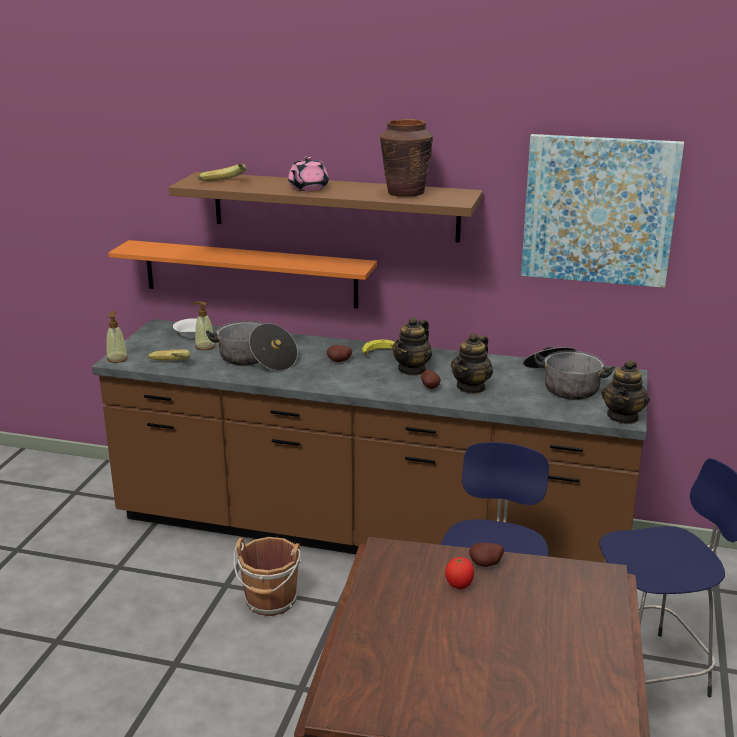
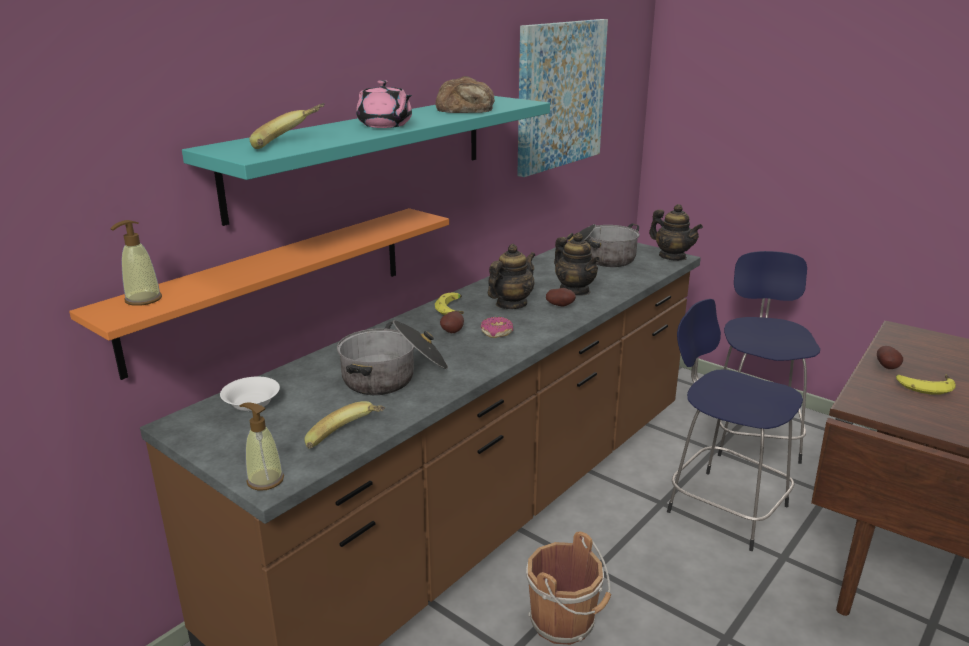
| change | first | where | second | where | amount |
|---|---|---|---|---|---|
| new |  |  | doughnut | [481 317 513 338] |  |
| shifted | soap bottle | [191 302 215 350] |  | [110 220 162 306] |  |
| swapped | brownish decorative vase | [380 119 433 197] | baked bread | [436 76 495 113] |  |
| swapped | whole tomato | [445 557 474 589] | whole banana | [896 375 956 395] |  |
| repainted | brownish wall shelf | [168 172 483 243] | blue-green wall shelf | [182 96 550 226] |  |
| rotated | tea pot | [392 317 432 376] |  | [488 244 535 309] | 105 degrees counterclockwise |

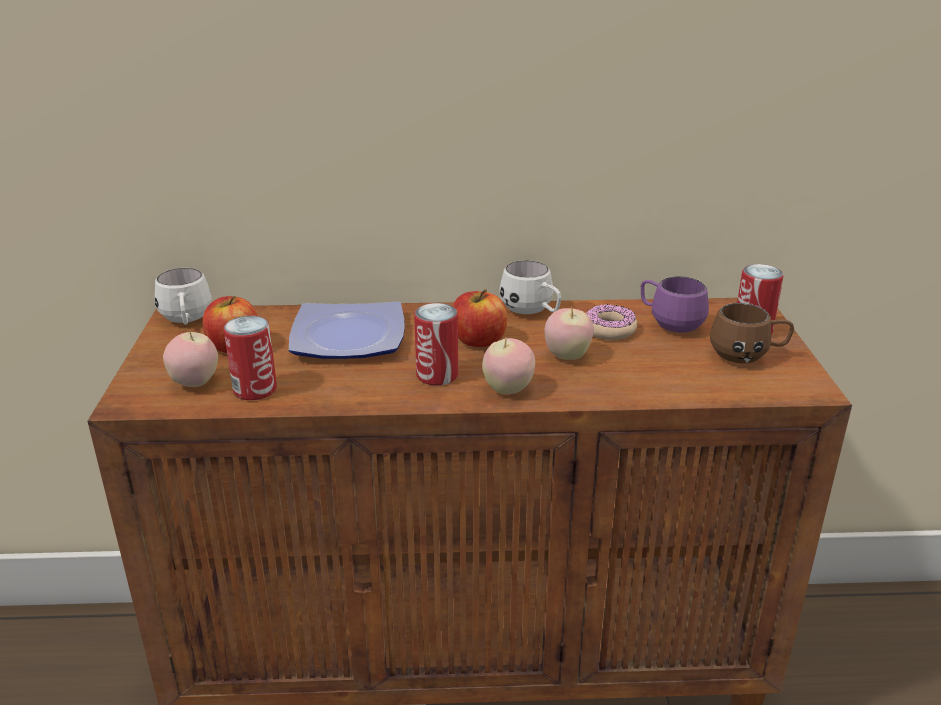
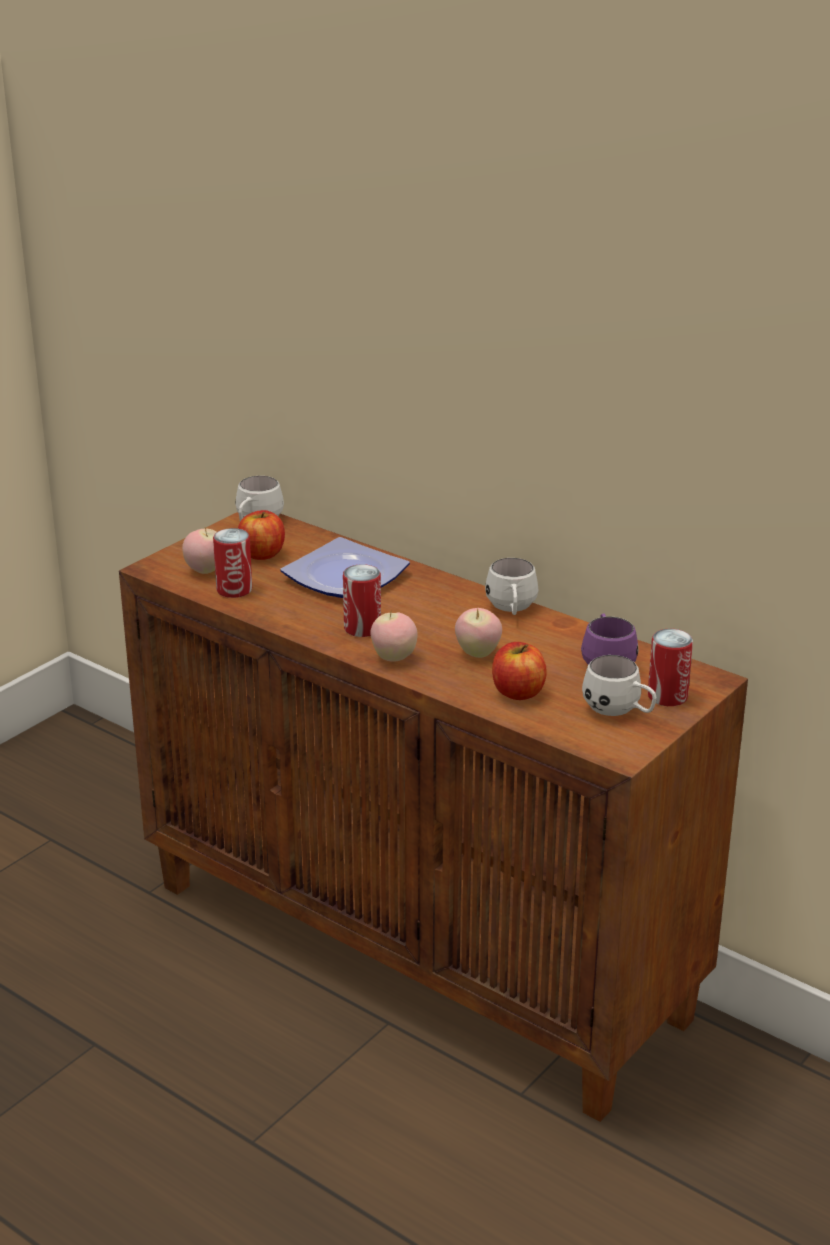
| change | first | where | second | where | amount |
|---|---|---|---|---|---|
| gone | doughnut | [586 304 637 340] |  |  |  |
| shifted | apple | [453 289 507 347] |  | [492 642 547 700] |  |
| repainted | brownish tea mug | [710 303 794 363] | white-coloured tea mug | [582 655 657 716] |  |

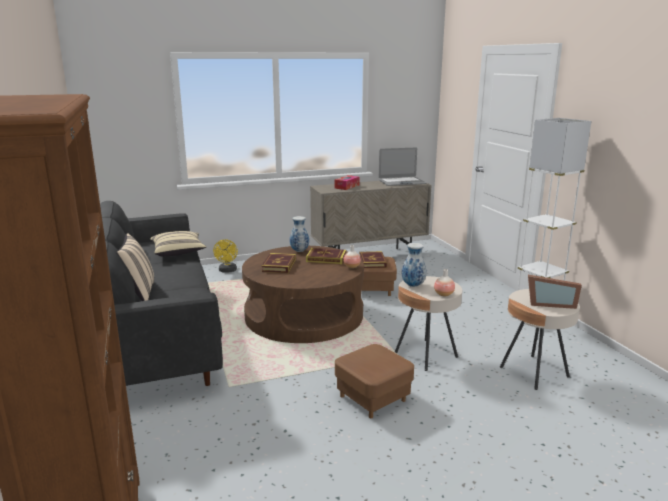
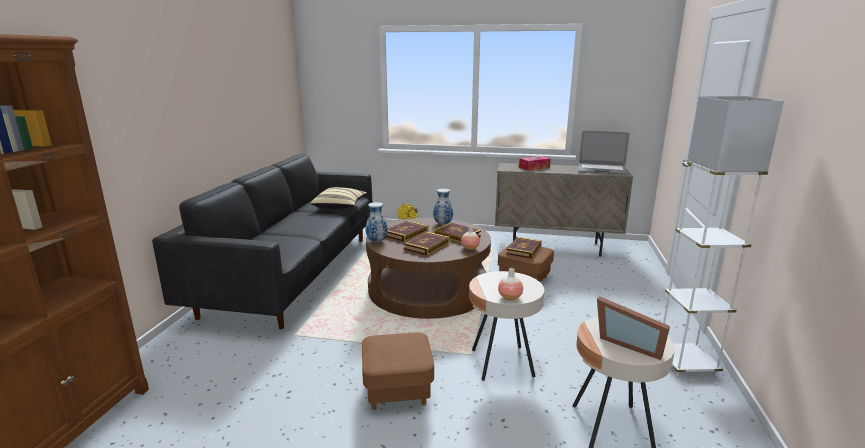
| change | first | where | second | where | amount |
|---|---|---|---|---|---|
| gone | beige-coloured throw pillow | [116 233 154 301] |  |  |  |
| new |  |  | bound book | [403 232 450 256] |  |
| shifted | decorative vase | [402 243 426 287] |  | [365 202 388 242] |  |

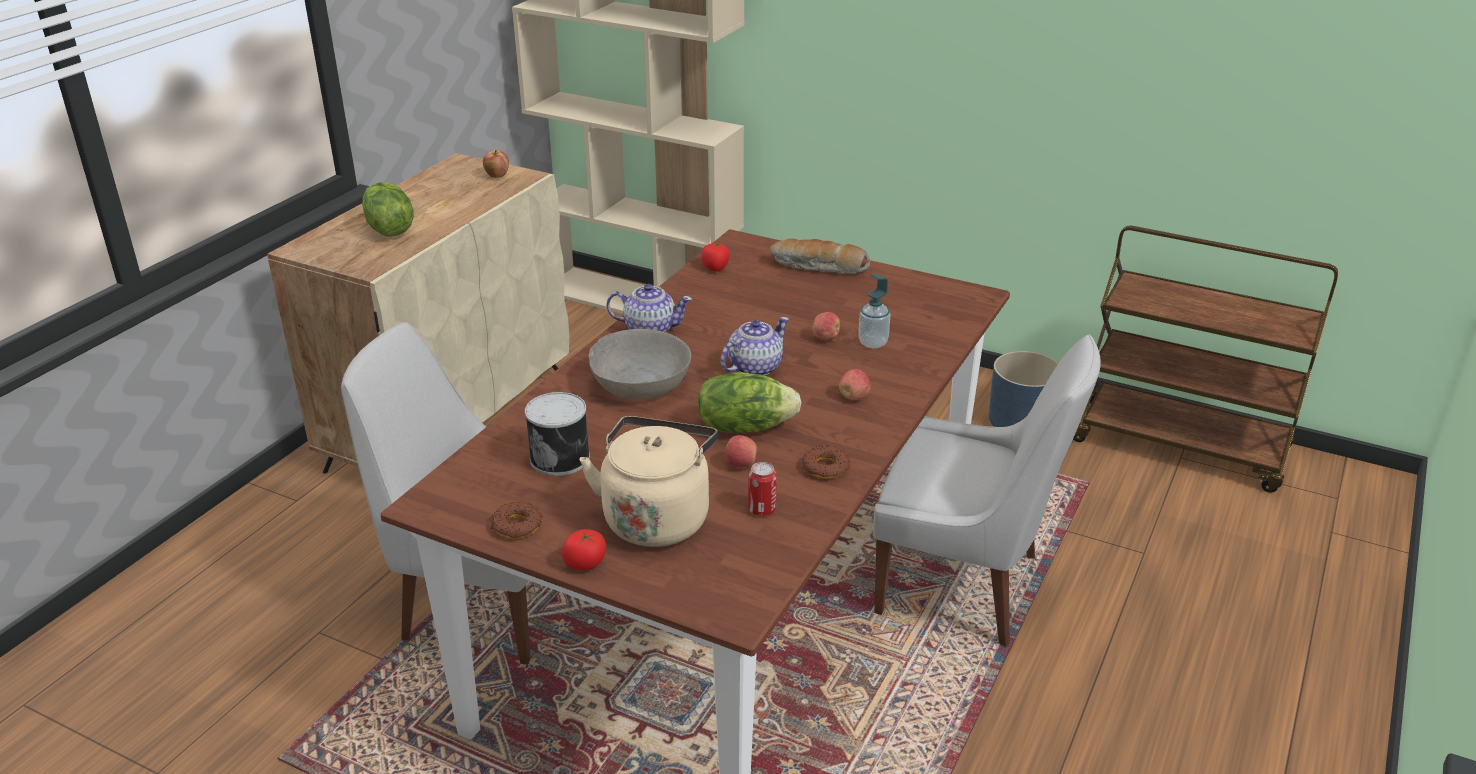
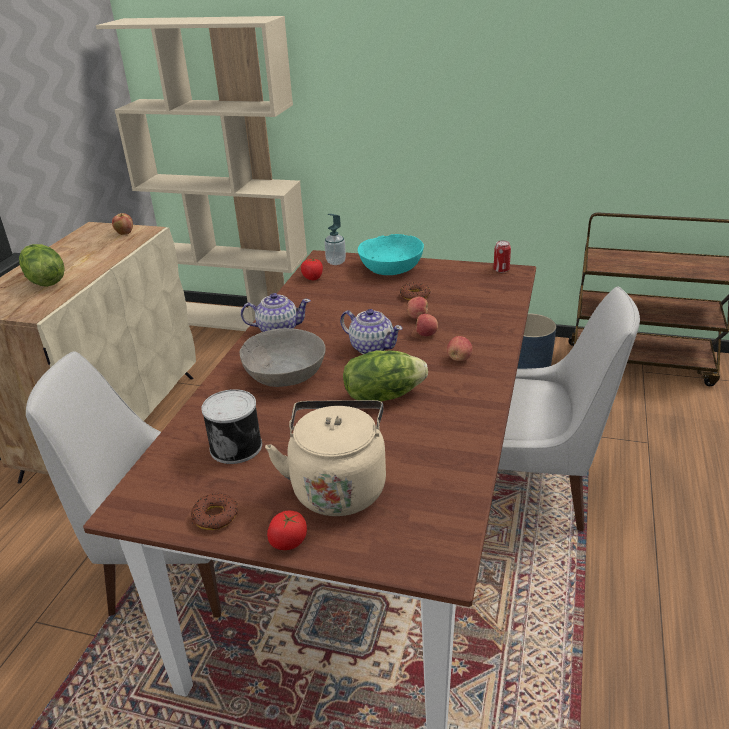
| change | first | where | second | where | amount |
|---|---|---|---|---|---|
| shifted | apple | [725 435 757 468] |  | [415 314 438 336] |  |
| shifted | metal can | [748 462 777 516] |  | [493 240 511 273] |  |
| shifted | doughnut | [802 445 850 479] |  | [400 282 431 300] |  |
| shifted | soap bottle | [858 274 890 348] |  | [324 214 346 265] |  |
| swapped | baked bread | [770 238 870 274] | blue-green bowl | [358 234 424 275] |  |
| rotated | tea pot | [720 317 789 376] |  | [340 309 403 354] | 90 degrees clockwise |

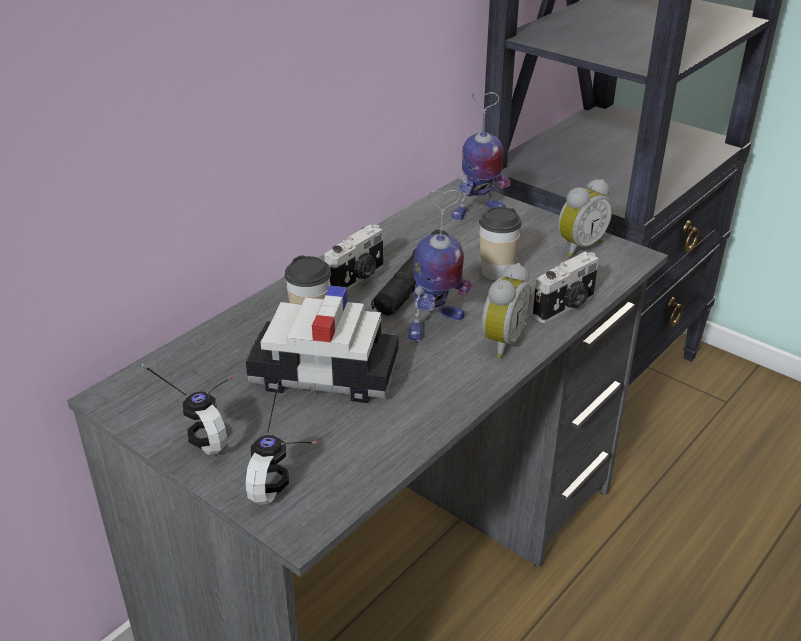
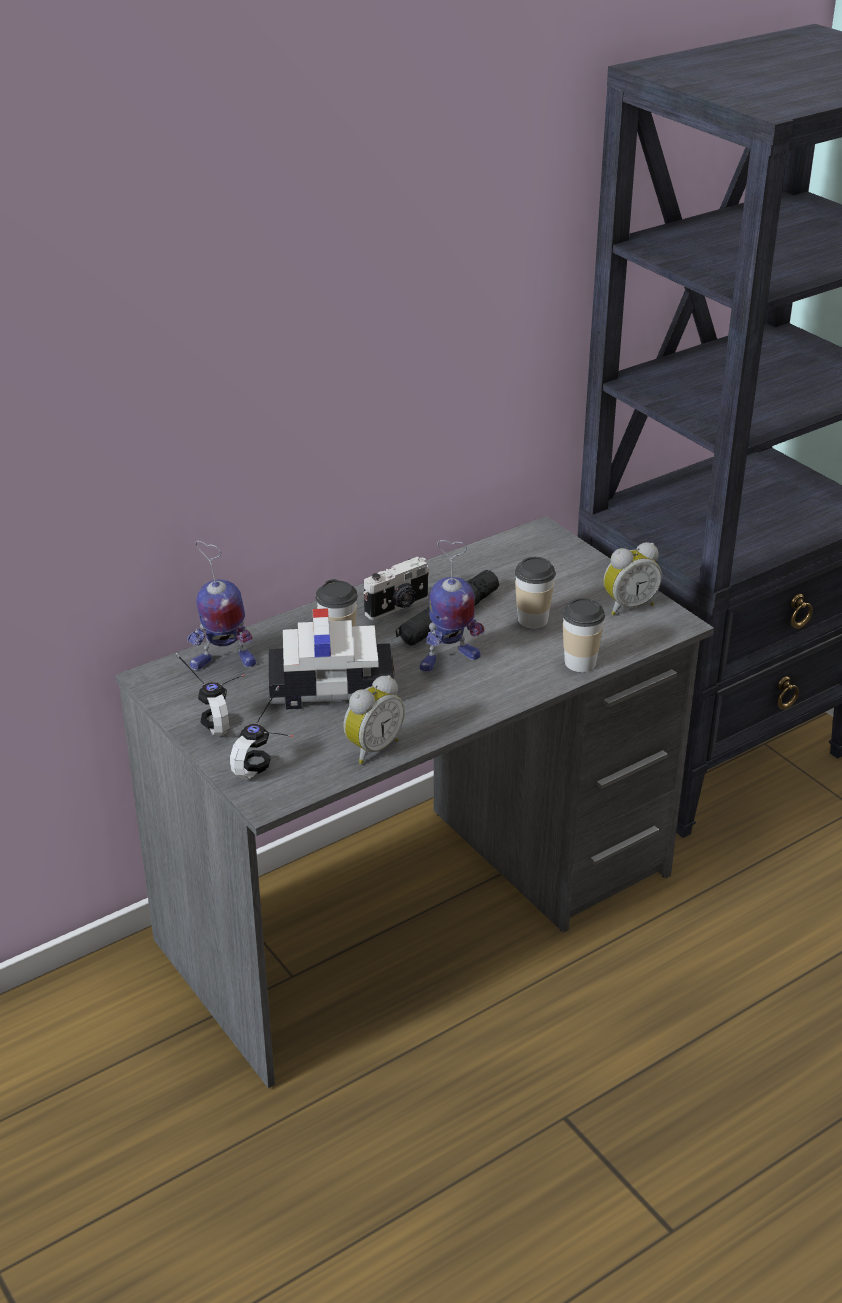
| change | first | where | second | where | amount |
|---|---|---|---|---|---|
| shifted | robot figure | [452 91 510 221] |  | [187 540 256 670] |  |
| shifted | table clock | [482 263 532 358] |  | [343 675 405 764] |  |
| swapped | photo camera | [532 251 599 323] | cup | [562 598 605 672] |  |
| rotated | miniature car | [246 286 398 403] |  | [269 608 394 709] | 150 degrees clockwise |

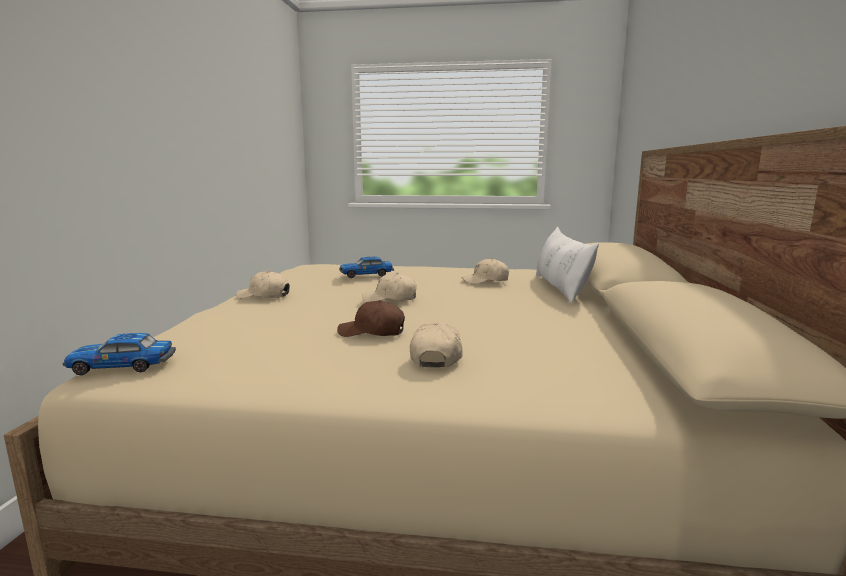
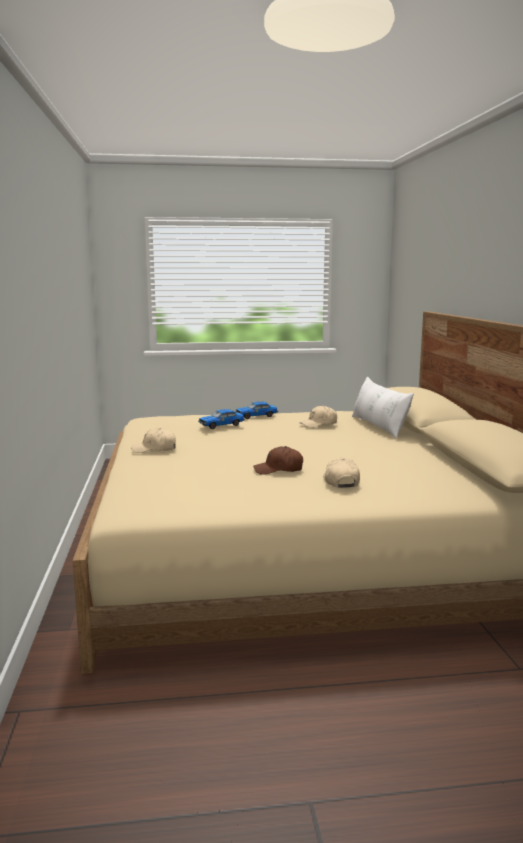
| change | first | where | second | where | amount |
|---|---|---|---|---|---|
| gone | beige-coloured cap | [362 273 417 302] |  |  |  |
| shifted | miniature car | [62 333 176 375] |  | [235 402 278 419] |  |

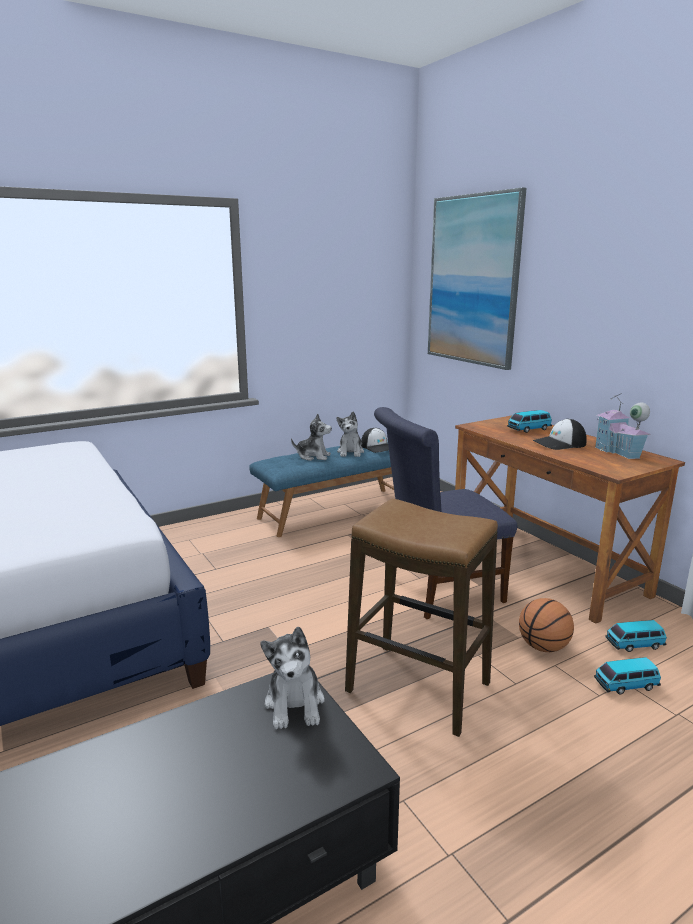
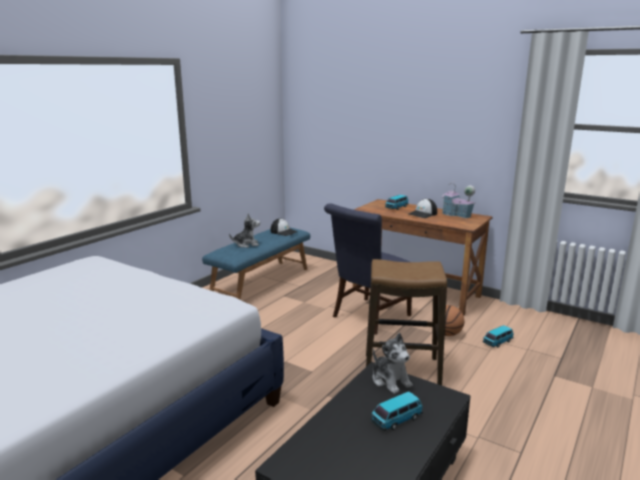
| change | first | where | second | where | amount |
|---|---|---|---|---|---|
| gone | cuddly toy | [336 412 364 457] |  |  |  |
| gone | wall art | [428 187 527 370] |  |  |  |
| shifted | miniature car | [606 620 667 652] |  | [371 391 423 431] |  |

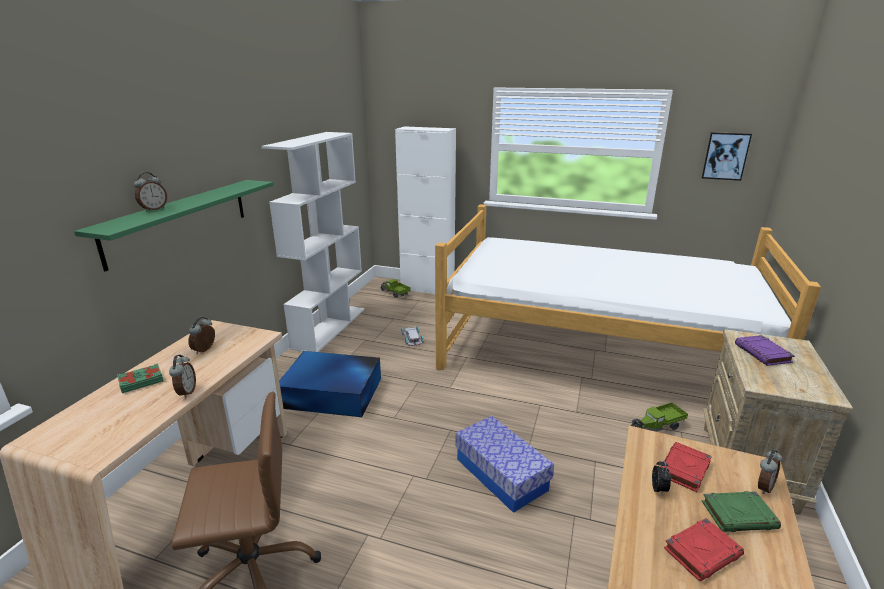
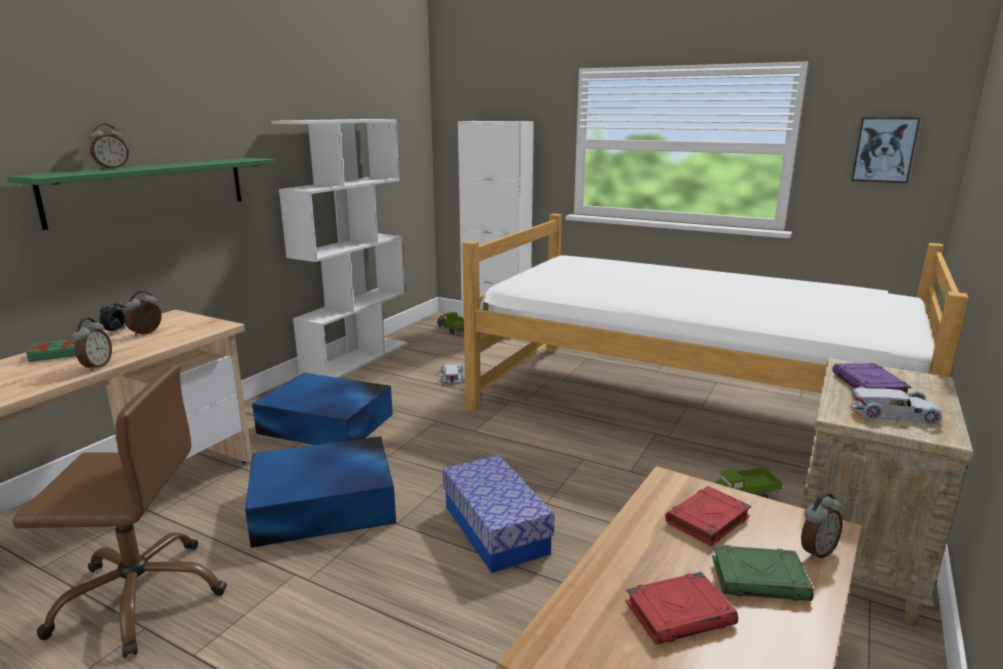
| change | first | where | second | where | amount |
|---|---|---|---|---|---|
| new |  |  | blue-coloured storage box | [245 436 396 548] |  |
| new |  |  | white-coloured miniature car | [850 386 942 426] |  |
| shifted | table clock | [652 460 671 493] |  | [100 300 126 333] |  |

